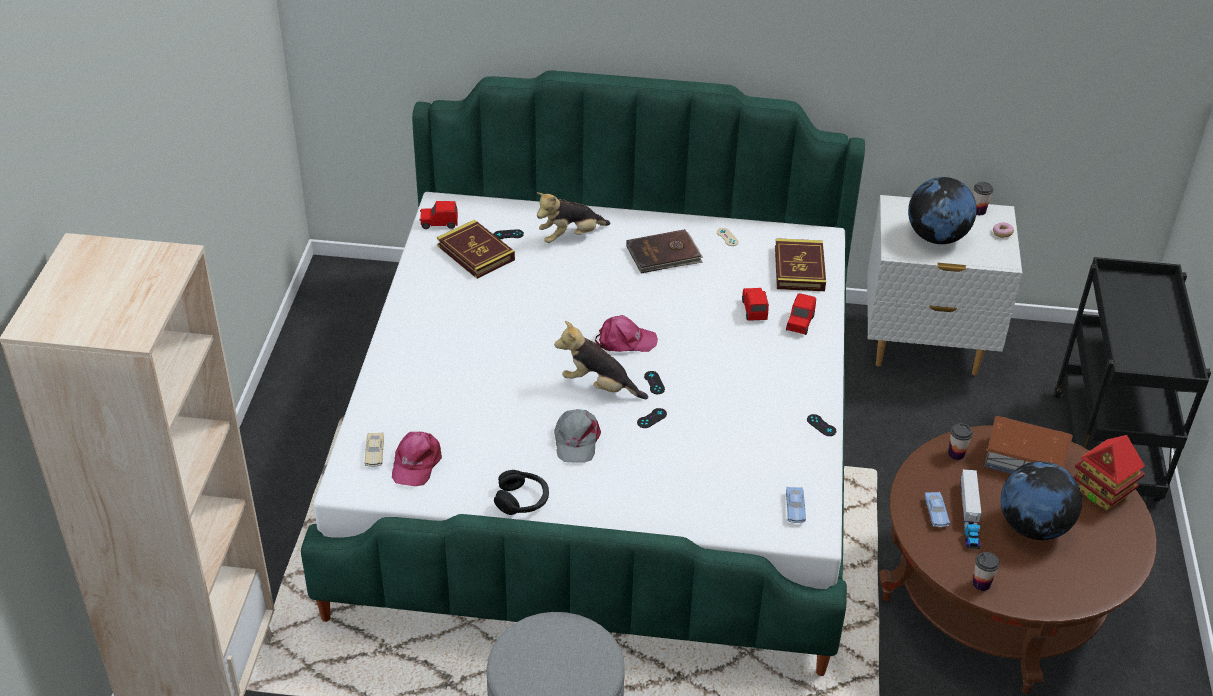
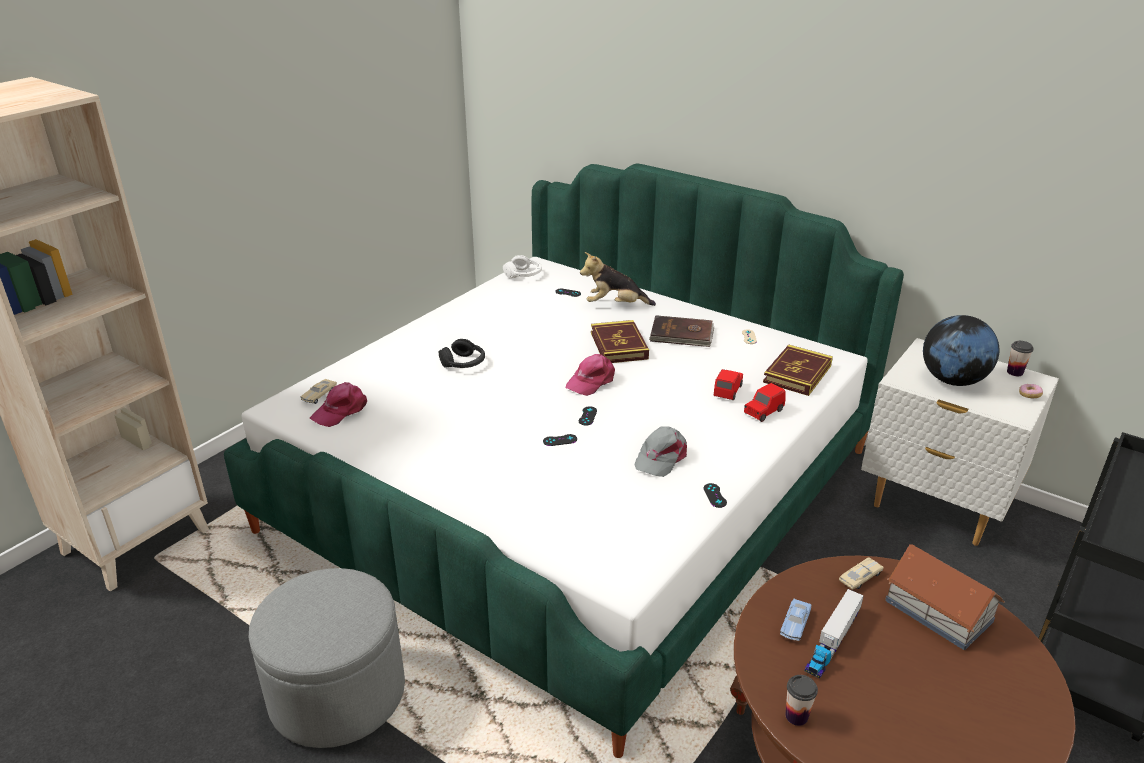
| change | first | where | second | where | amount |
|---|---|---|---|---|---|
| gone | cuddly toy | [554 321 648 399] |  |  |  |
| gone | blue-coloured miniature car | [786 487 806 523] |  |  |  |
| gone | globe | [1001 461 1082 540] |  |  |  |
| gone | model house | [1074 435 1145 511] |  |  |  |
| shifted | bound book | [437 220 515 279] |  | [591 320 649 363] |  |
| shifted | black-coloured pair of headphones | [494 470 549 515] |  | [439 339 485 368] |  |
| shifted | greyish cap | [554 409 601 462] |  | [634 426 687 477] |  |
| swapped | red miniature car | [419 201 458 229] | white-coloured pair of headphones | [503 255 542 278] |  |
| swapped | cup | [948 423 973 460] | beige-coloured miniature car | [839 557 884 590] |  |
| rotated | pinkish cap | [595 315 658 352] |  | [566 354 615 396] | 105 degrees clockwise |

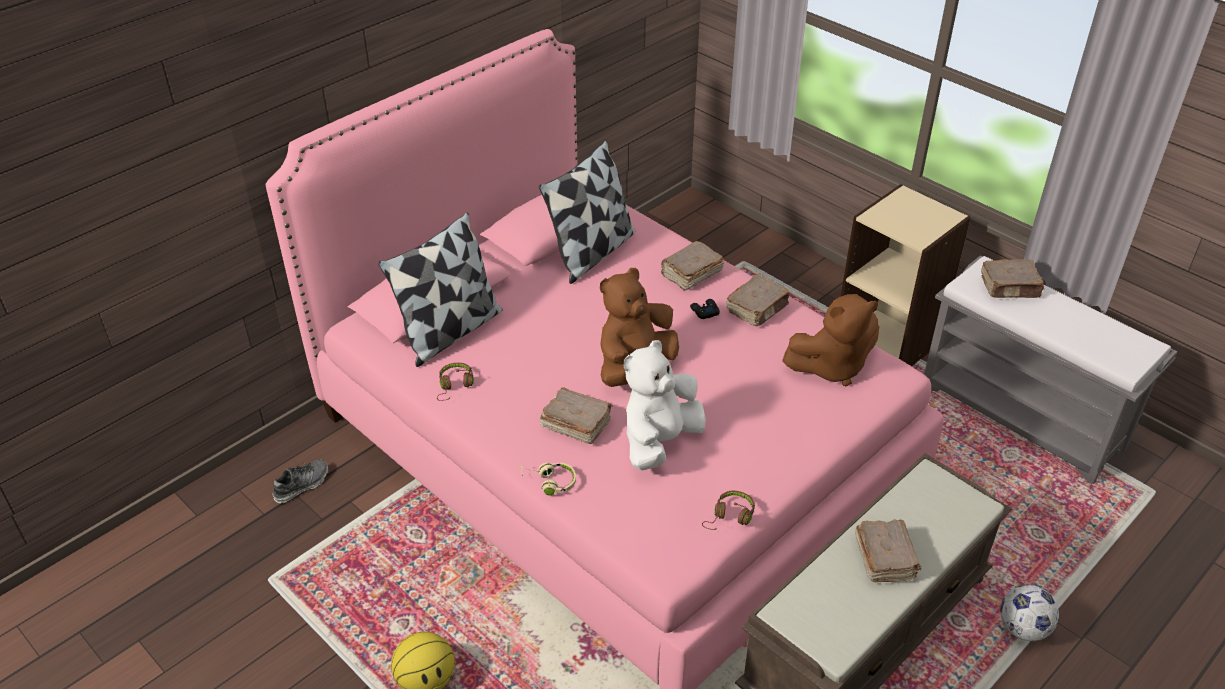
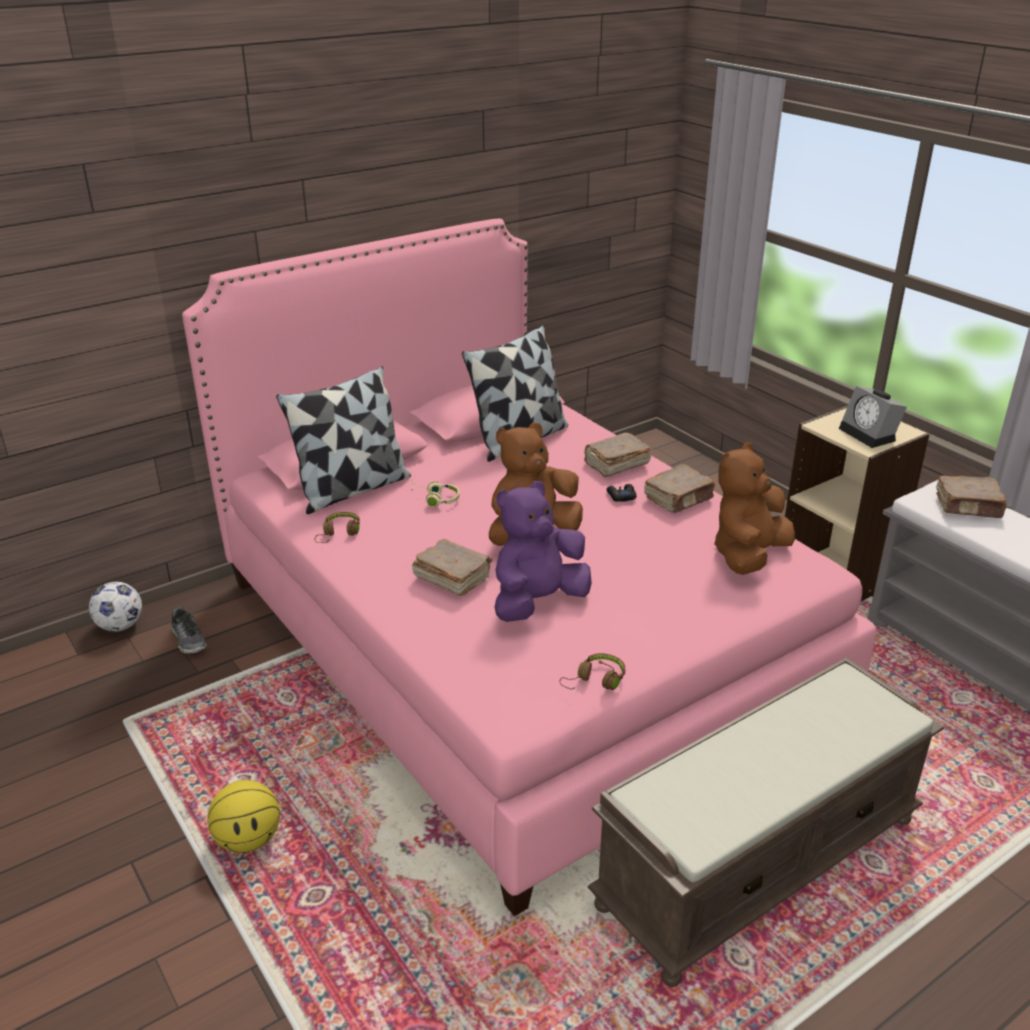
| change | first | where | second | where | amount |
|---|---|---|---|---|---|
| gone | brownish bound book | [854 519 922 582] |  |  |  |
| new |  |  | table clock | [839 386 907 448] |  |
| shifted | beige-coloured pair of headphones | [520 463 576 496] |  | [411 479 460 507] |  |
| shifted | football ball | [1000 585 1059 641] |  | [89 582 142 632] |  |
| repainted | white-coloured cuddly toy | [624 340 706 471] | purplish cuddly toy | [495 481 592 622] |  |
| rotated | item of footwear | [272 459 328 504] |  | [172 607 207 653] | 90 degrees clockwise |
| rotated | brownish cuddly toy | [782 294 879 387] |  | [714 442 795 575] | 135 degrees clockwise |

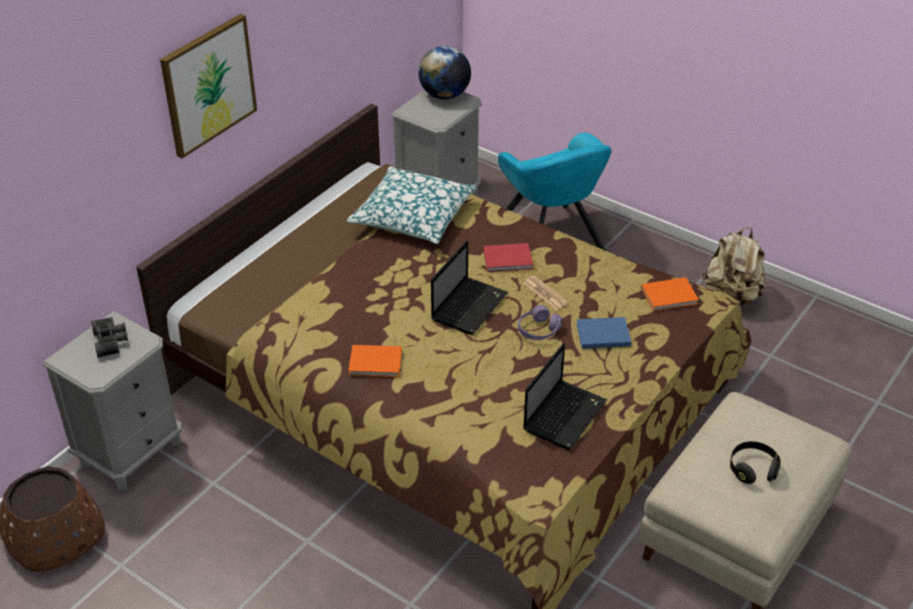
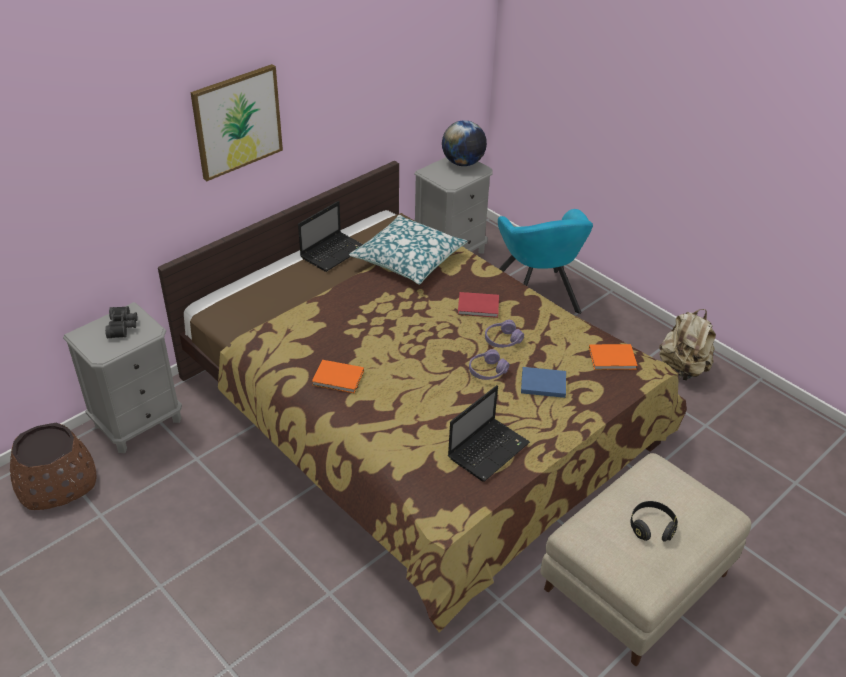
| change | first | where | second | where | amount |
|---|---|---|---|---|---|
| shifted | laptop | [431 240 508 335] |  | [298 201 363 272] |  |
| swapped | newspaper | [523 276 569 310] | purplish pair of headphones | [485 320 524 348] |  |

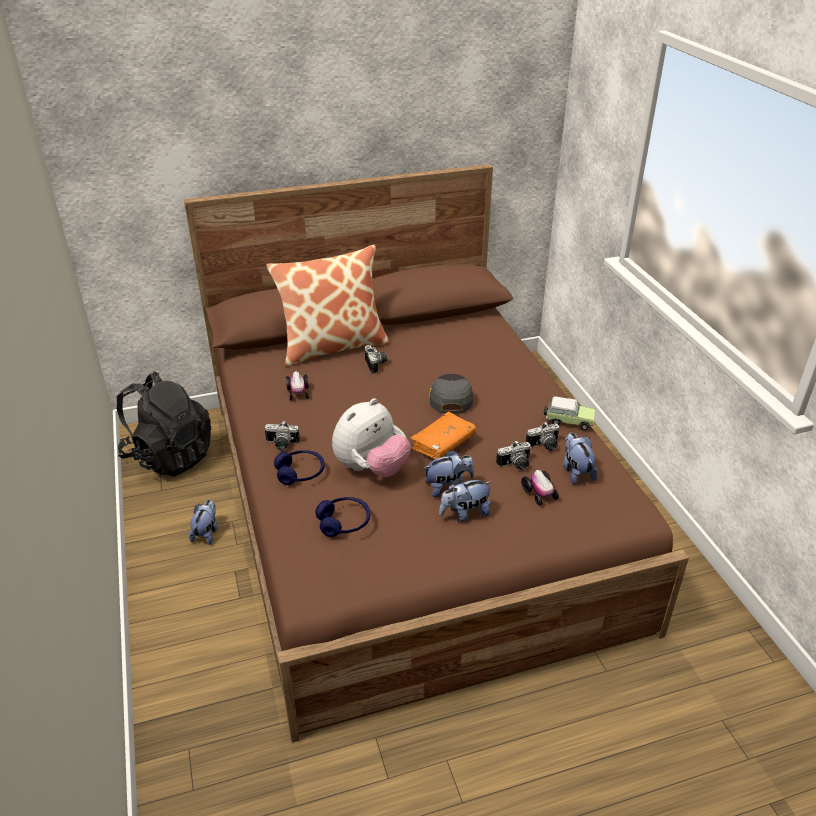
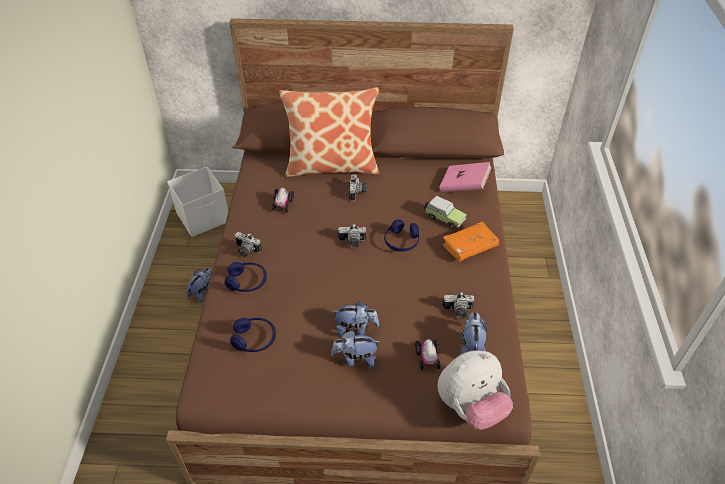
| change | first | where | second | where | amount |
|---|---|---|---|---|---|
| new |  |  | pinkish bound book | [440 162 492 192] |  |
| shifted | cuddly toy | [332 398 411 477] |  | [437 350 513 430] |  |
| shifted | orange-coloured bound book | [410 412 476 459] |  | [442 222 499 261] |  |
| shifted | photo camera | [496 440 531 470] |  | [338 224 366 248] |  |
| shifted | miniature car | [544 396 596 430] |  | [424 196 467 229] |  |
| swapped | black-coloured rucksack | [117 371 211 477] | white-coloured storage box | [167 167 228 237] |  |
| swapped | greyish cap | [430 374 473 414] | blue-coloured pair of headphones | [384 219 419 252] |  |

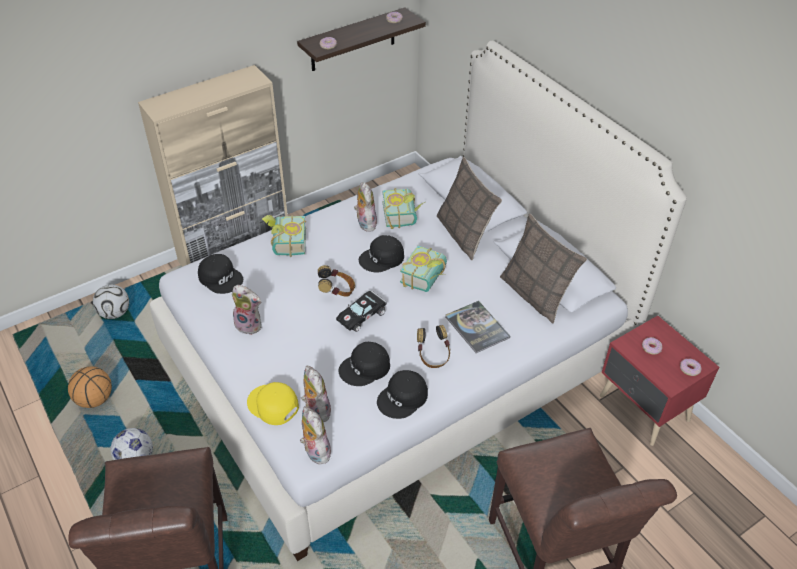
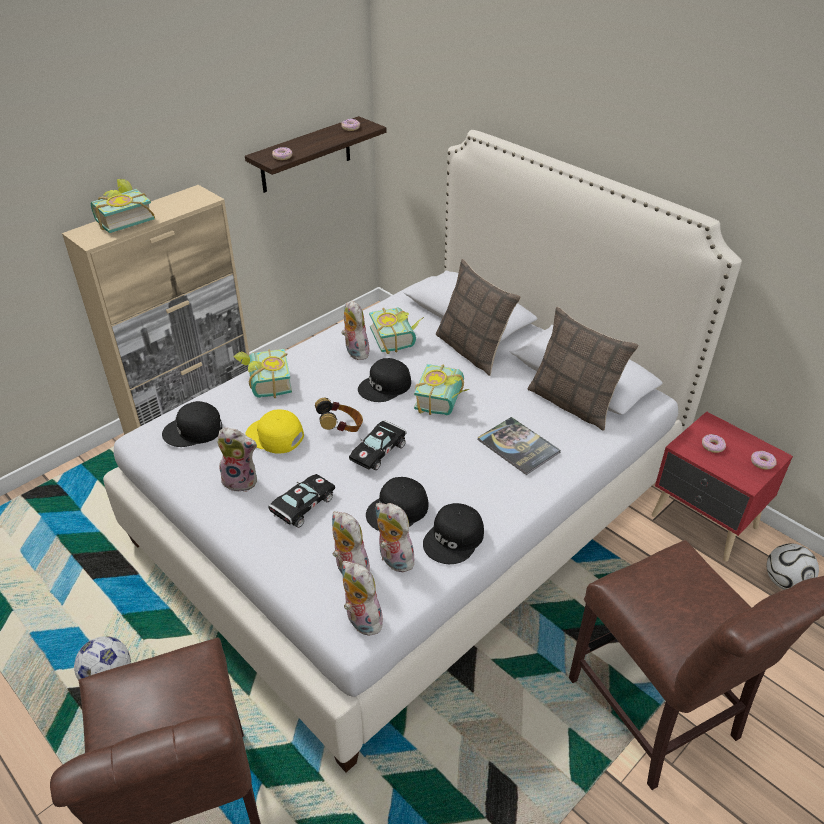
| change | first | where | second | where | amount |
|---|---|---|---|---|---|
| gone | basketball ball | [68 366 112 408] |  |  |  |
| gone | pair of headphones | [417 325 451 368] |  |  |  |
| new |  |  | bound book | [90 179 155 233] |  |
| new |  |  | black-coloured miniature car | [268 474 335 528] |  |
| new |  |  | cuddly toy | [375 503 419 573] |  |
| shifted | football ball | [93 284 129 319] |  | [767 543 819 590] |  |
| shifted | yellowish cap | [247 382 299 425] |  | [245 410 304 454] |  |
| rotated | black-coloured cap | [198 254 243 294] |  | [162 401 222 447] | 135 degrees clockwise |

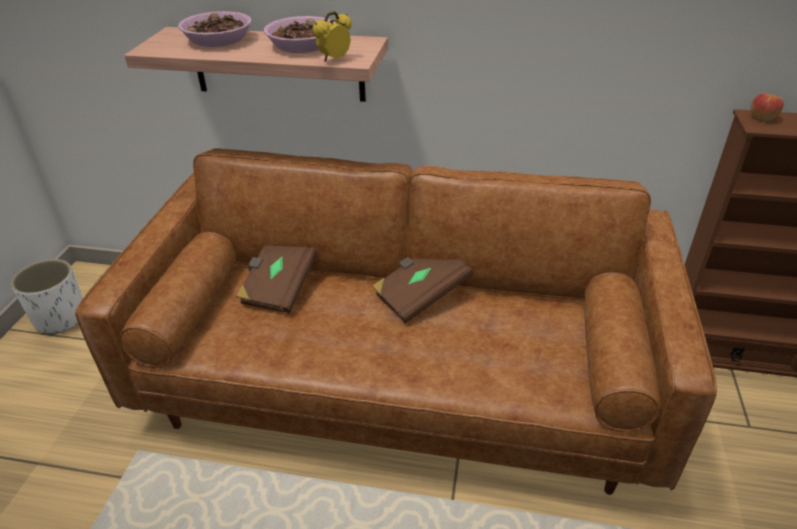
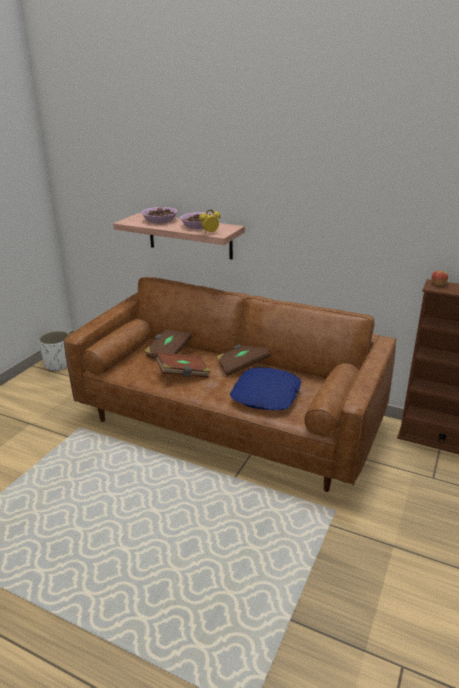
| change | first | where | second | where | amount |
|---|---|---|---|---|---|
| new |  |  | brownish bound book | [155 352 211 378] |  |
| new |  |  | blue-coloured throw pillow | [230 367 302 411] |  |

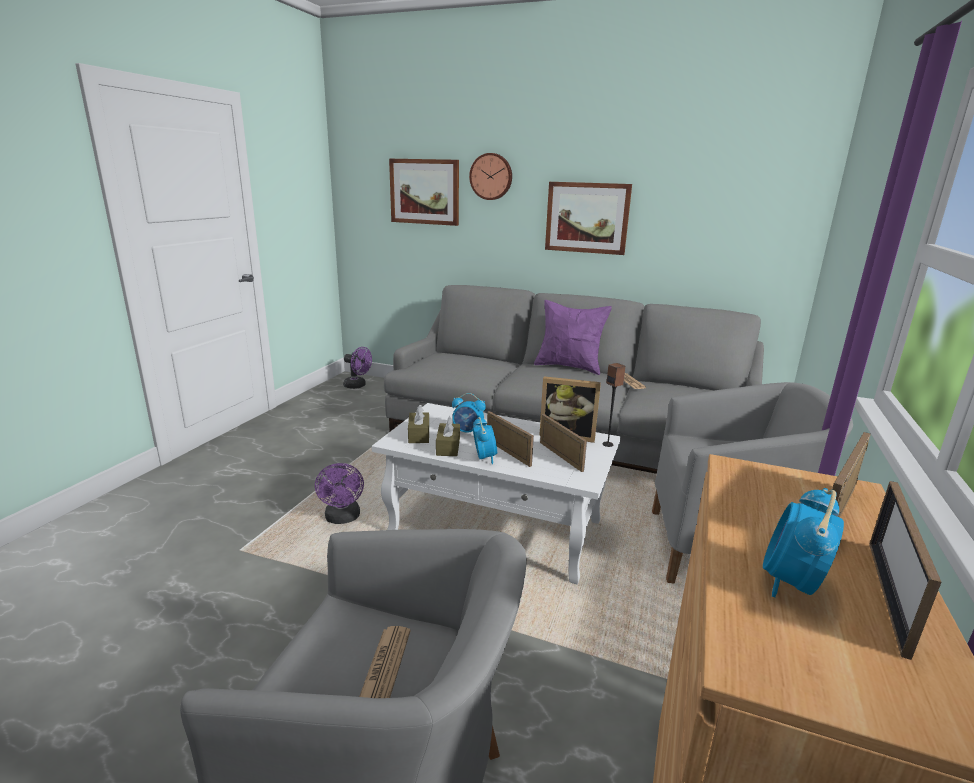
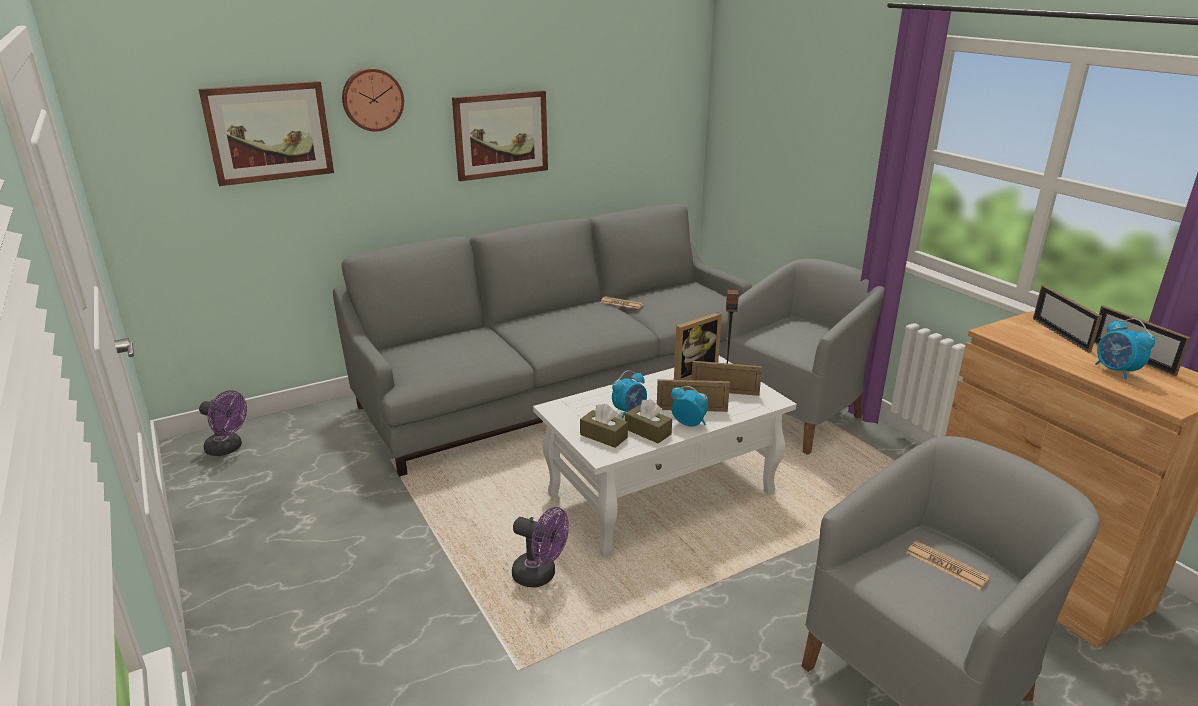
| change | first | where | second | where | amount |
|---|---|---|---|---|---|
| gone | purplish throw pillow | [534 300 612 375] |  |  |  |
| rotated | purplish fan | [343 347 372 389] |  | [199 390 247 456] | 45 degrees clockwise |

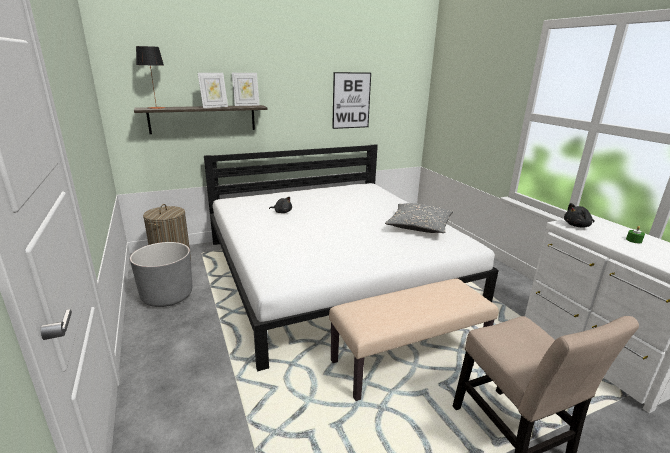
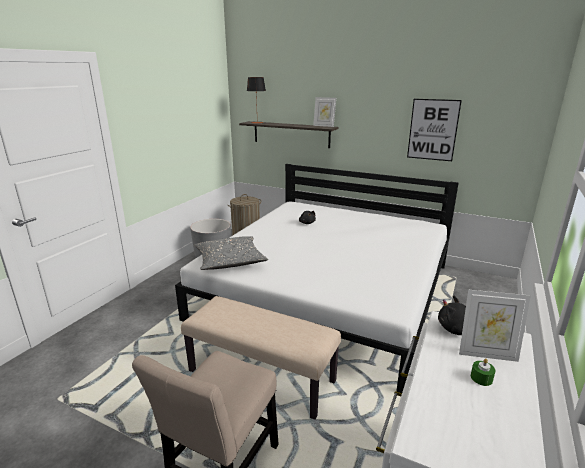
| change | first | where | second | where | amount |
|---|---|---|---|---|---|
| shifted | picture frame | [198 73 228 108] |  | [459 290 531 362] |  |
| shifted | greyish throw pillow | [385 203 453 233] |  | [194 236 268 270] |  |

